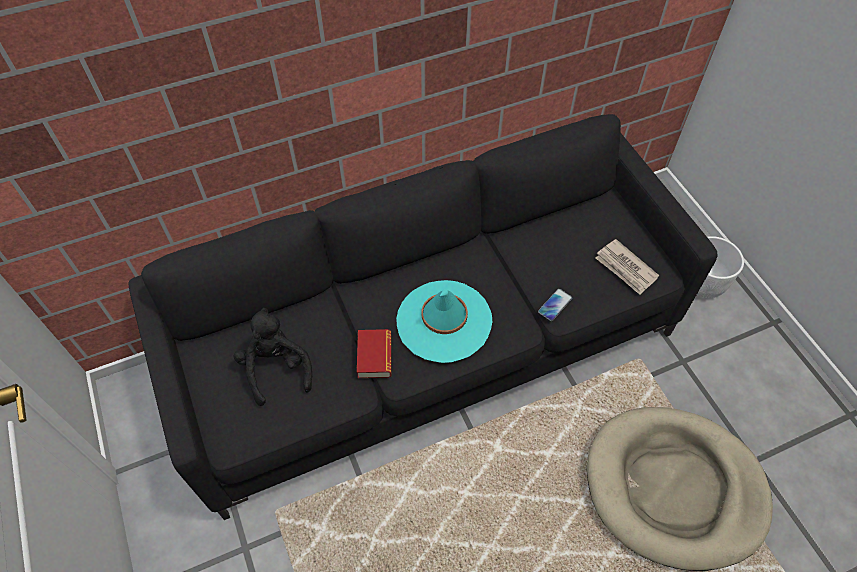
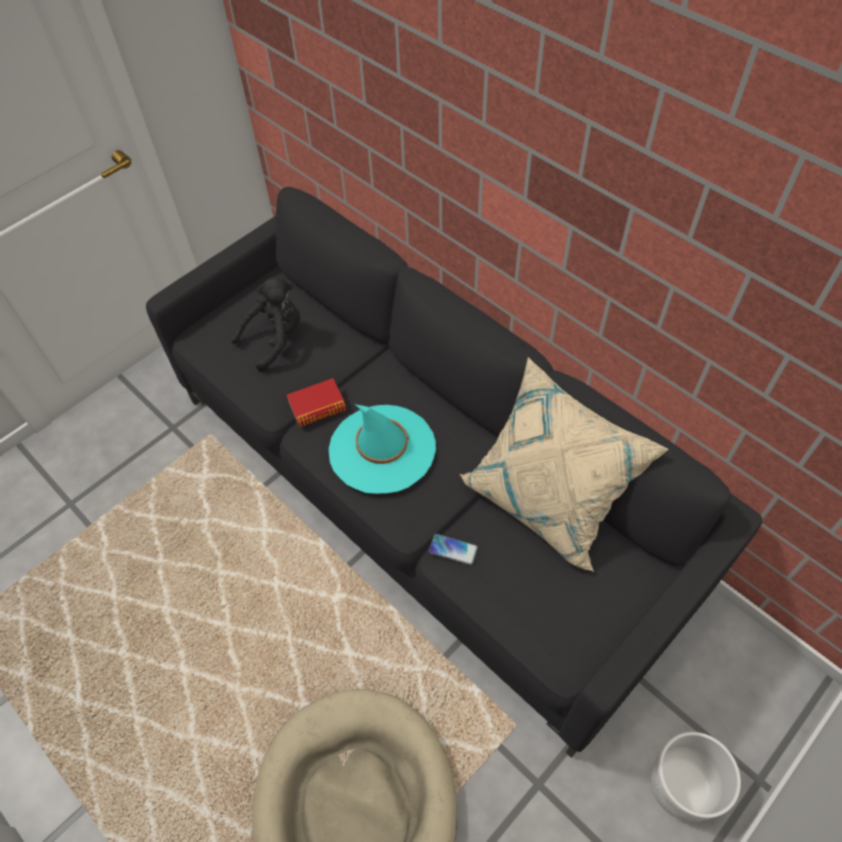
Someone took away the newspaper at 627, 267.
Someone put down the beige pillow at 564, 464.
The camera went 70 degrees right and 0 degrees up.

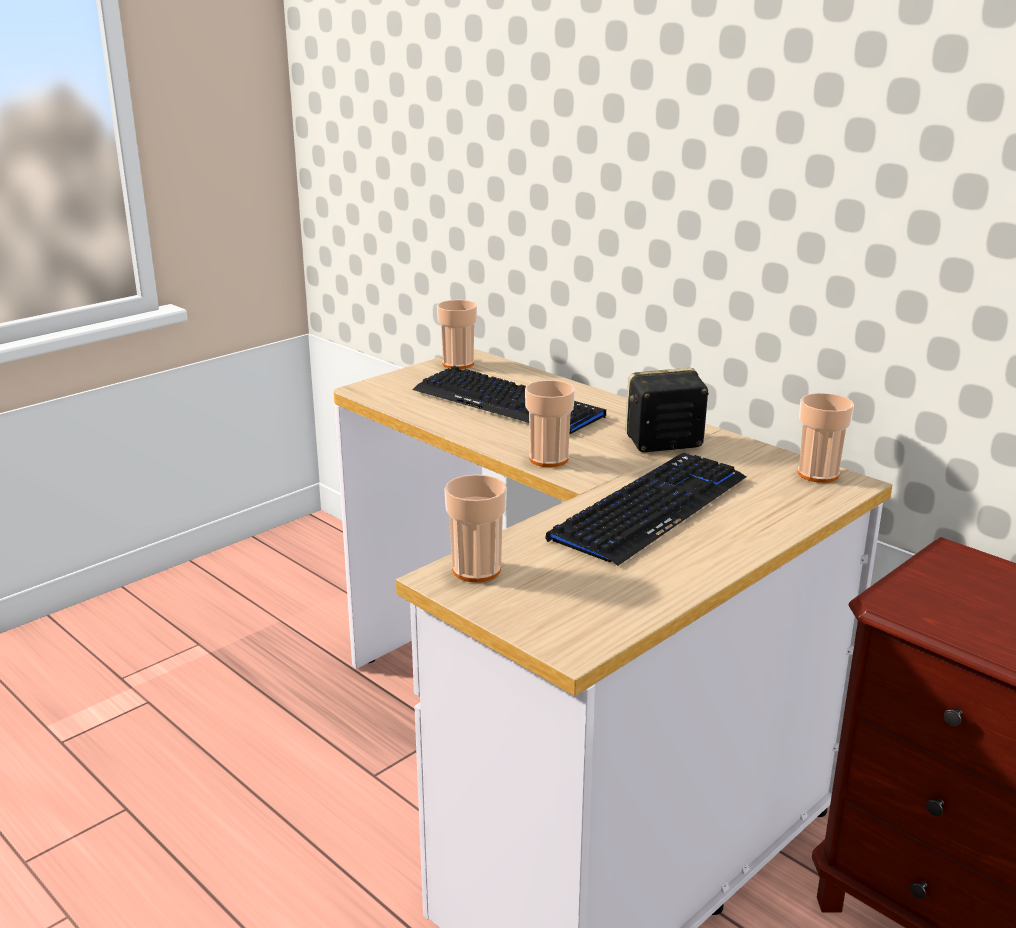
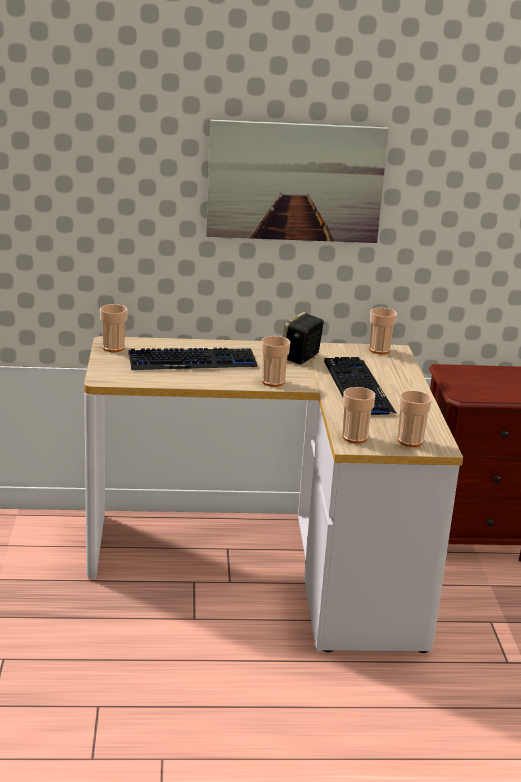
Someone put up the picture at 297, 181.
Someone put down the cup at 415, 419.
The camera went 50 degrees left and 0 degrees up.

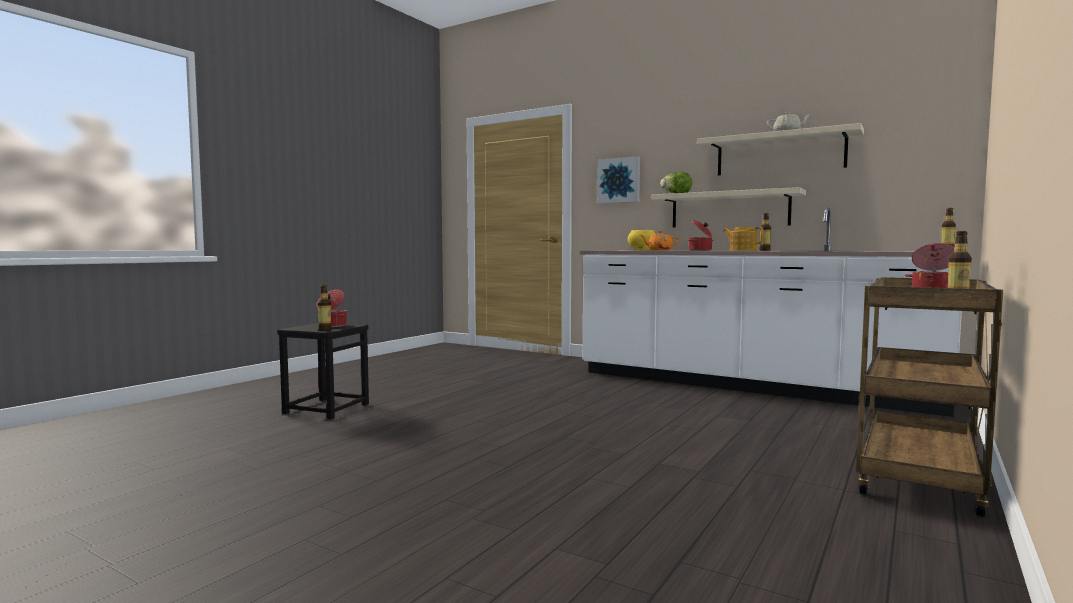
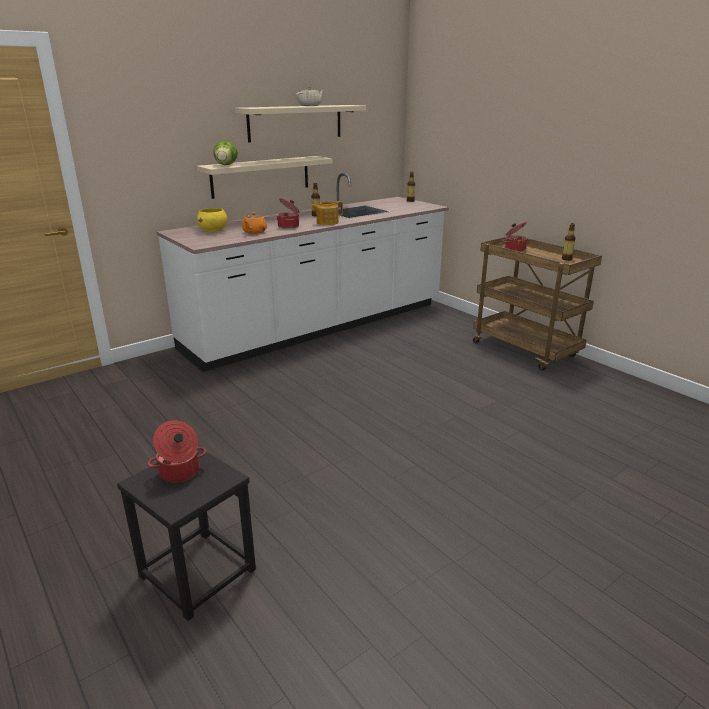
Someone took away the bottle at 325, 308.
Someone took away the picture at 618, 180.
The camera went 70 degrees left and 20 degrees up.

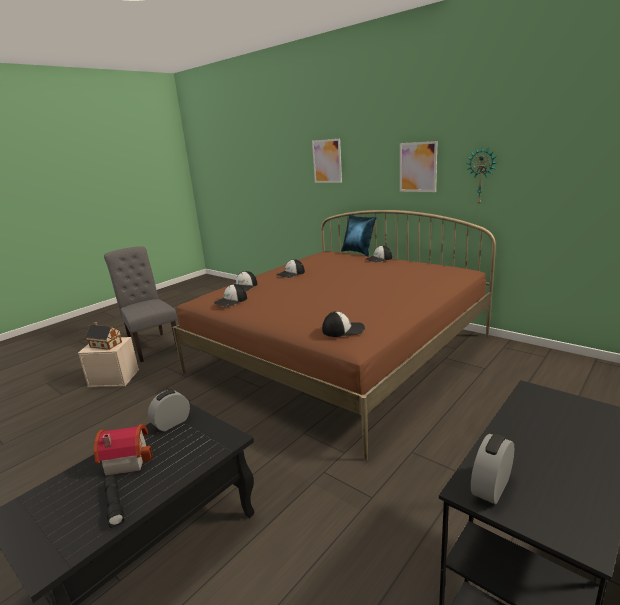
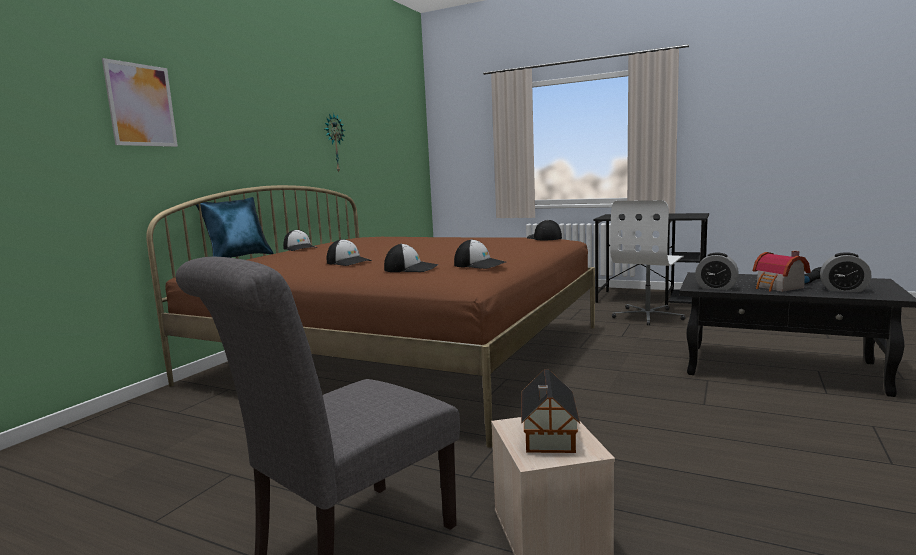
Someone took away the picture at 419, 166.
Someone carried the alarm clock from 492, 469 to 846, 272.
Someone put down the white office chair at 647, 262.
The camera went 105 degrees left and 10 degrees down.

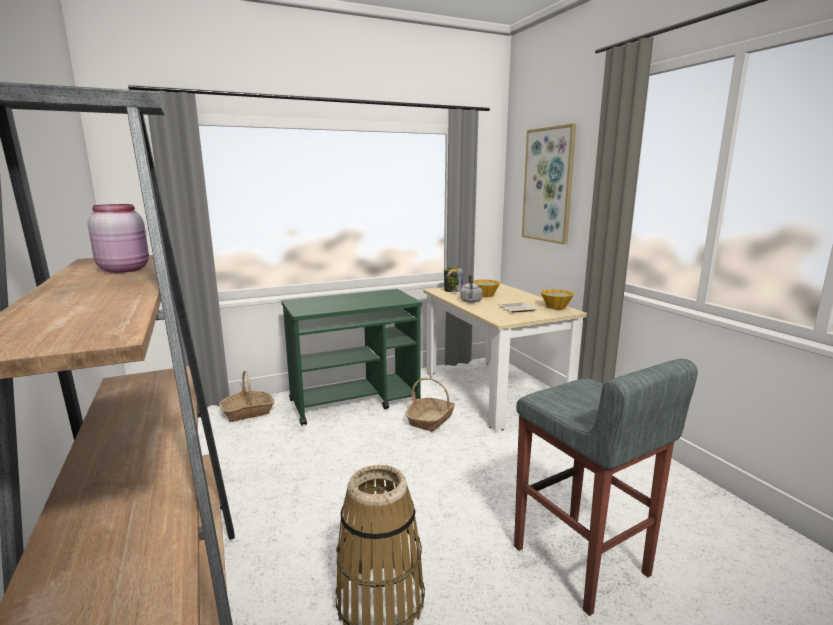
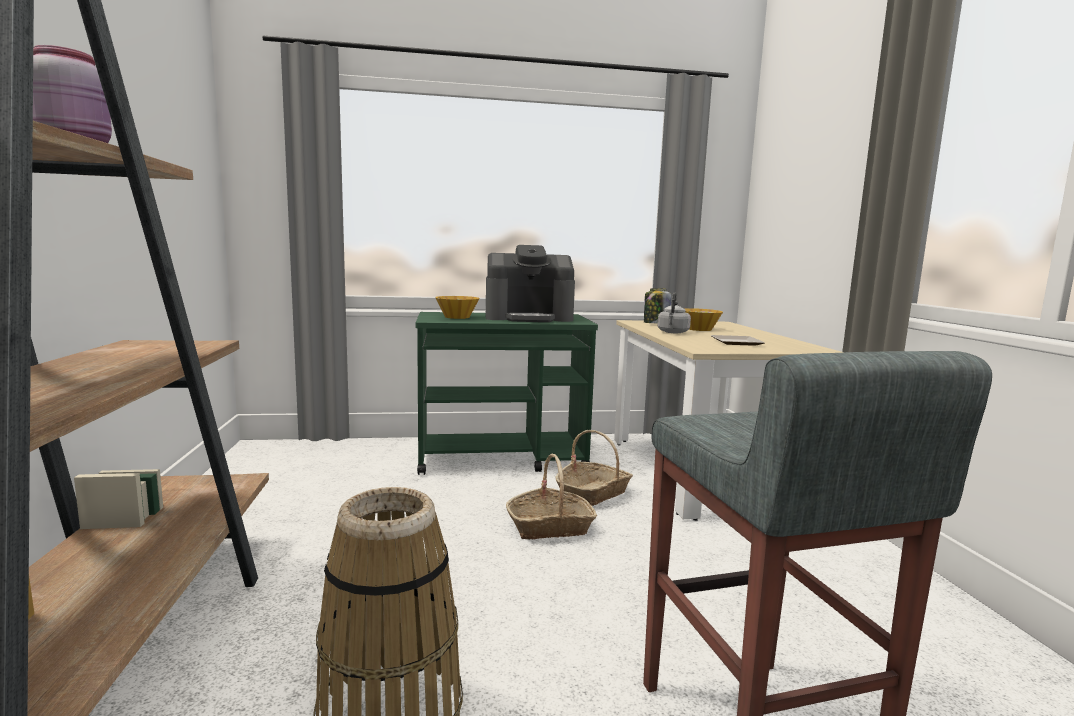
Someone carried the basket from 247, 396 to 551, 497.
Someone took away the picture at 549, 183.
Someone carried the bowl from 557, 299 to 457, 307.
Someone put down the coffee machine at 530, 283.
The camera went 15 degrees right and 5 degrees down.

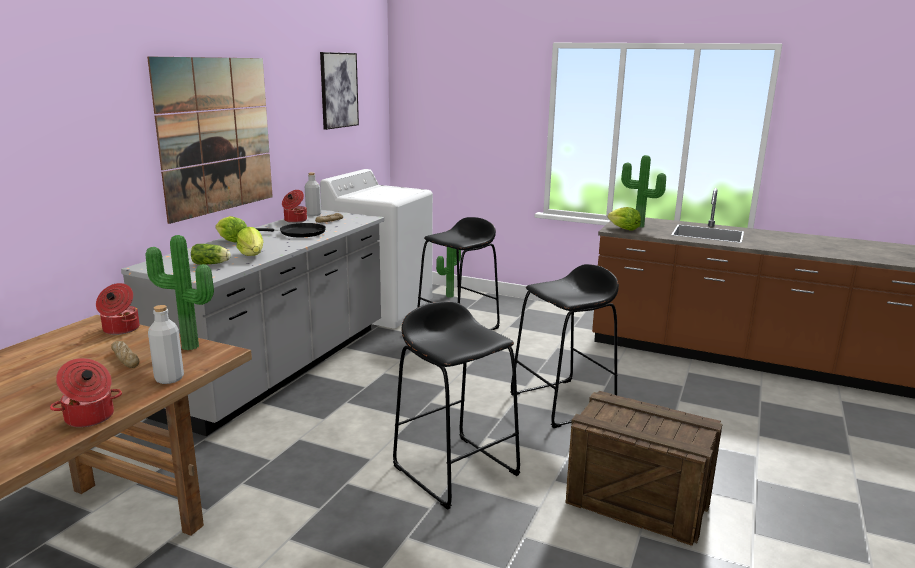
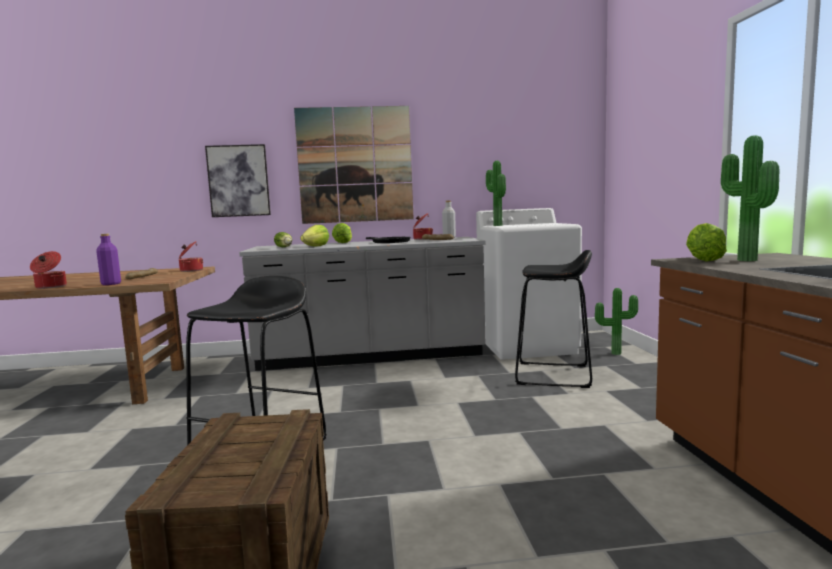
Someone carried the potted plant from 180, 292 to 496, 193.
Someone repainted the grey bottle at 166, 344, which became the purple bottle at 108, 259.
Someone carried the picture from 339, 91 to 238, 180.
Someone took away the black stool at 564, 346.
The camera went 60 degrees right and 10 degrees down.

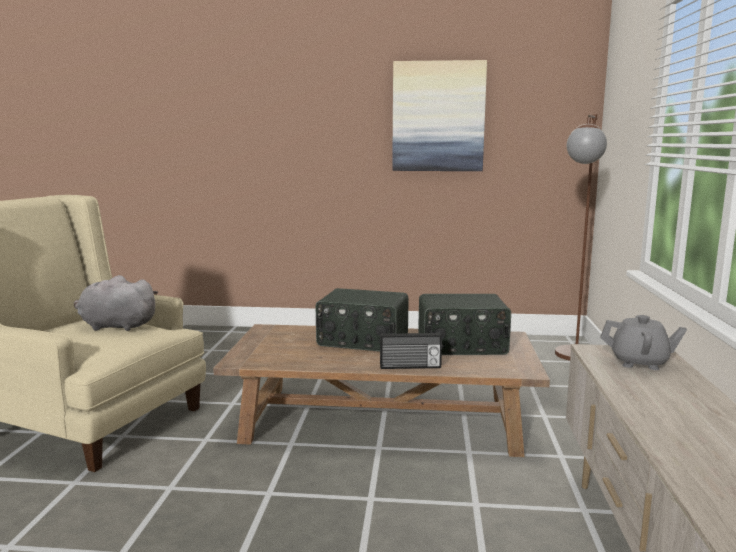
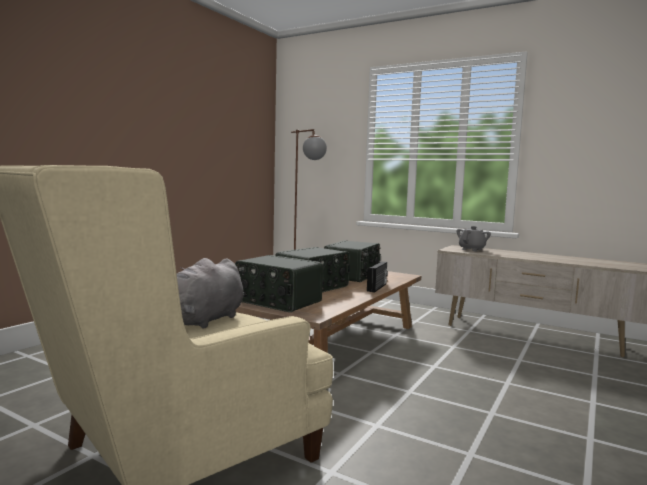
Someone took away the picture at 439, 115.
Someone put down the radio at 279, 283.
The camera went 65 degrees left and 5 degrees down.

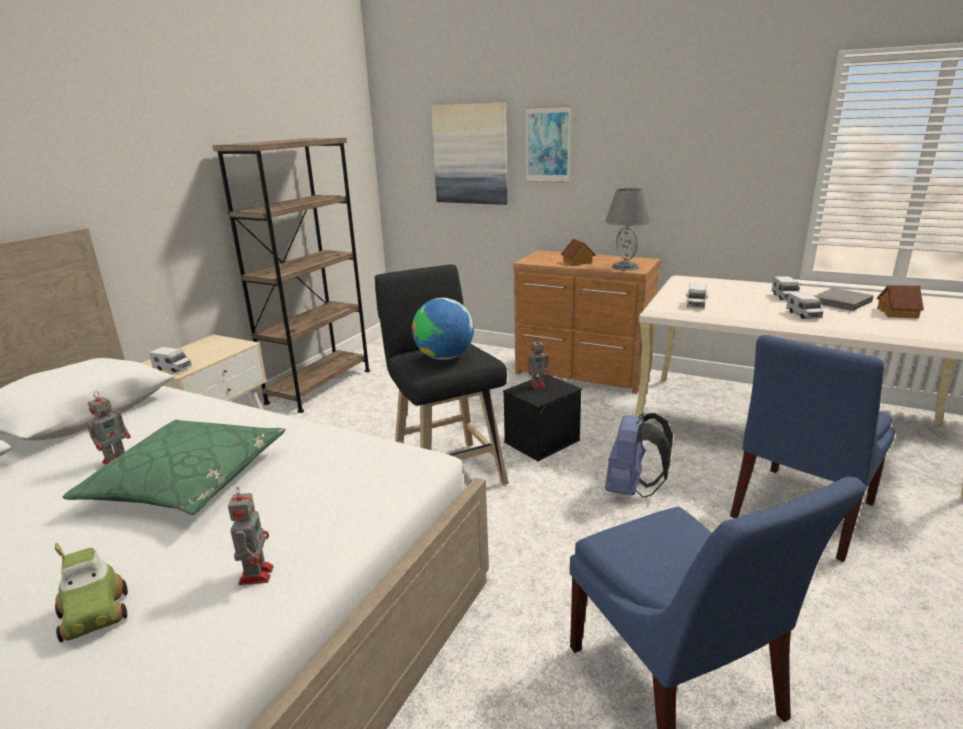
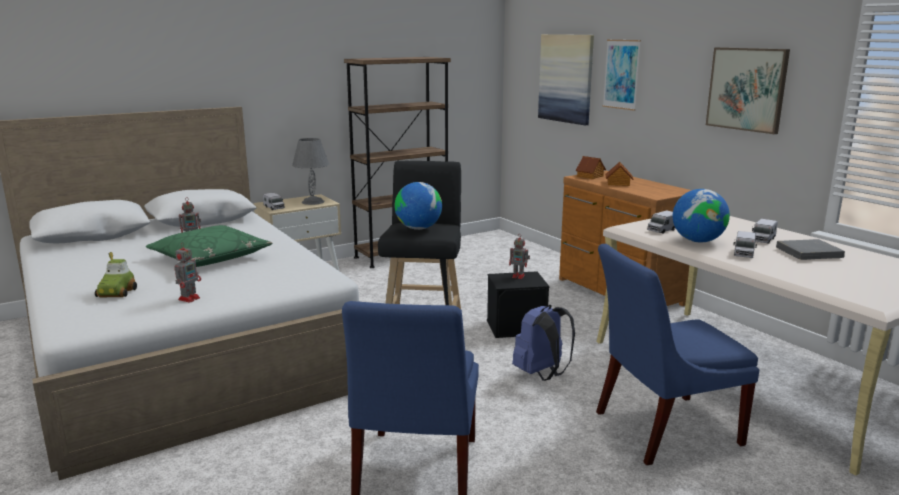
Someone carried the grey table lamp from 628, 229 to 310, 171.
Someone carried the toy house from 900, 301 to 591, 167.
Someone put down the globe at 701, 216.
Someone put up the picture at 748, 90.
The camera went 30 degrees right and 5 degrees down.

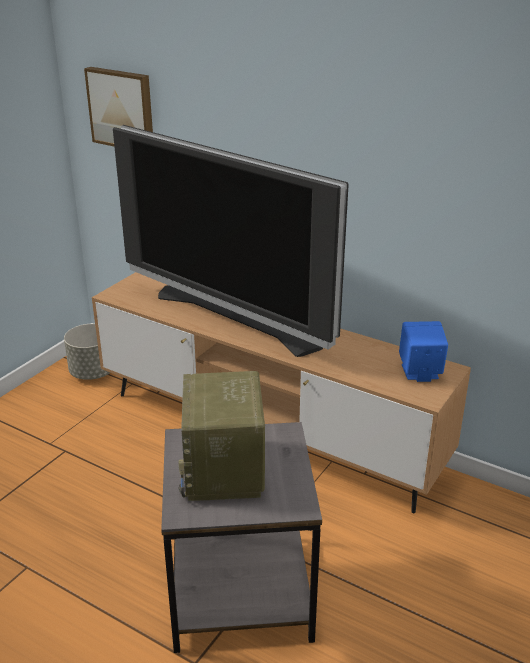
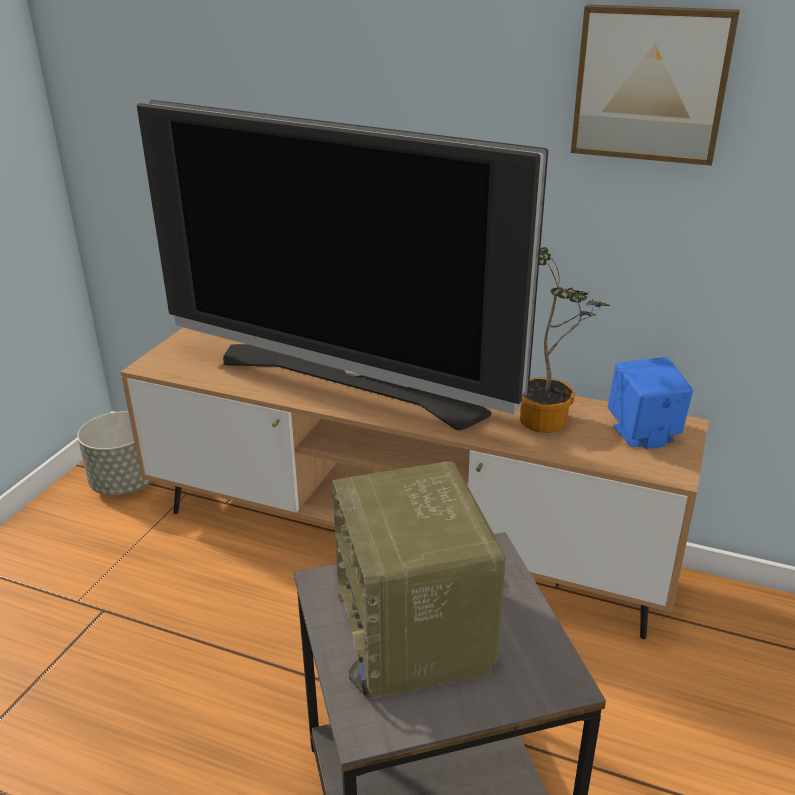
Someone carried the picture from 118, 106 to 655, 85.
Someone put down the potted plant at 565, 340.
The camera went 10 degrees left and 0 degrees up.

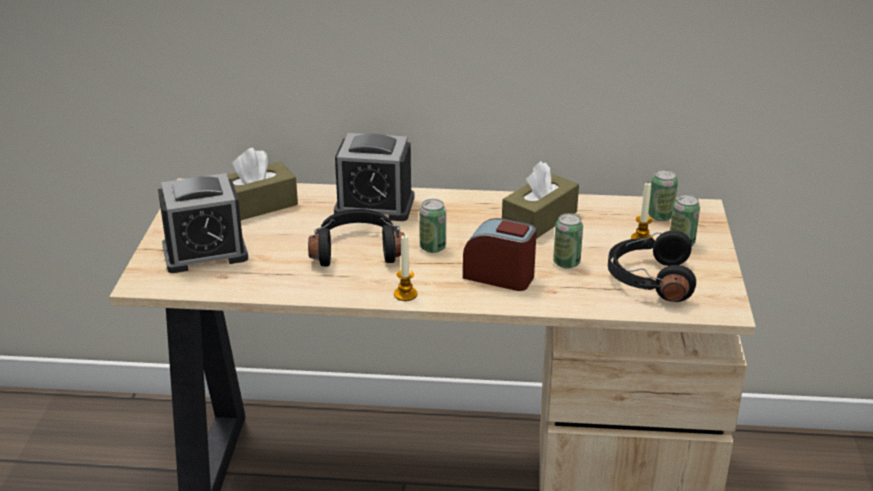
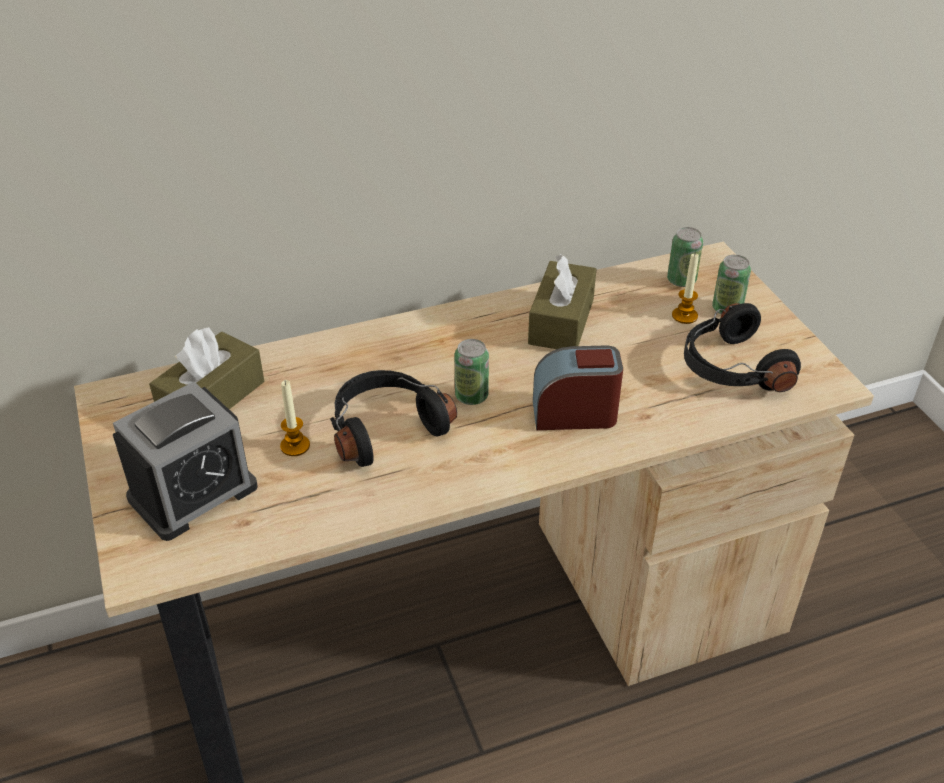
Someone took away the alarm clock at 374, 177.
Someone carried the candle from 406, 267 to 295, 418.
Someone took away the can at 568, 240.
The camera went 25 degrees left and 10 degrees up.

